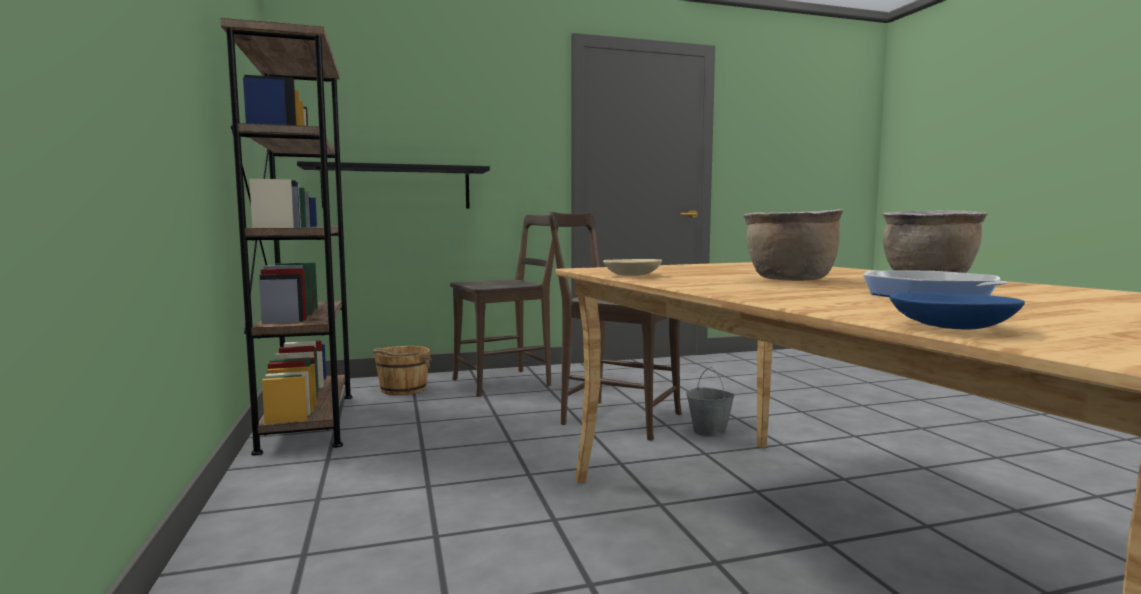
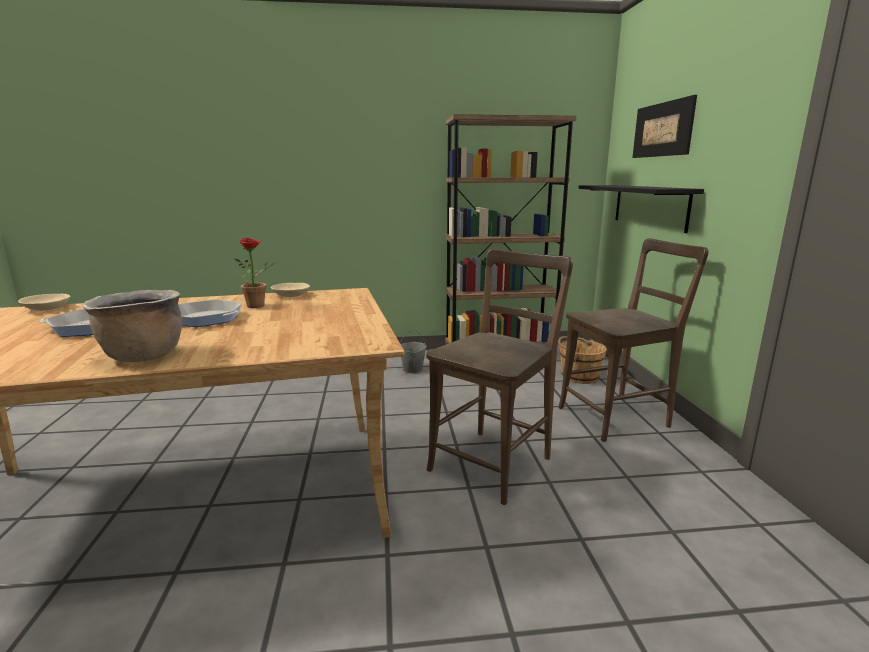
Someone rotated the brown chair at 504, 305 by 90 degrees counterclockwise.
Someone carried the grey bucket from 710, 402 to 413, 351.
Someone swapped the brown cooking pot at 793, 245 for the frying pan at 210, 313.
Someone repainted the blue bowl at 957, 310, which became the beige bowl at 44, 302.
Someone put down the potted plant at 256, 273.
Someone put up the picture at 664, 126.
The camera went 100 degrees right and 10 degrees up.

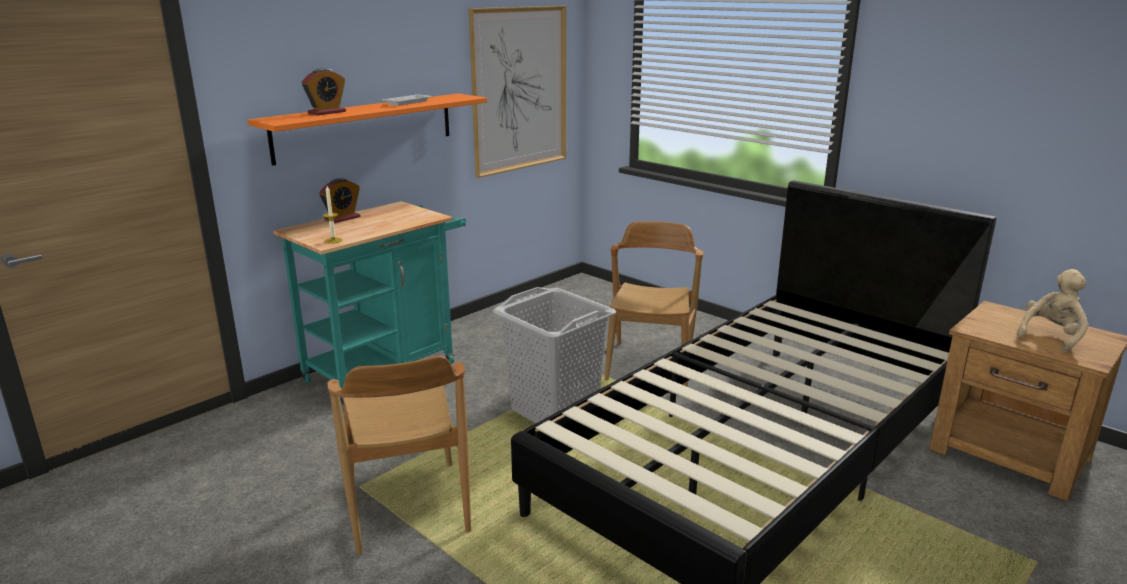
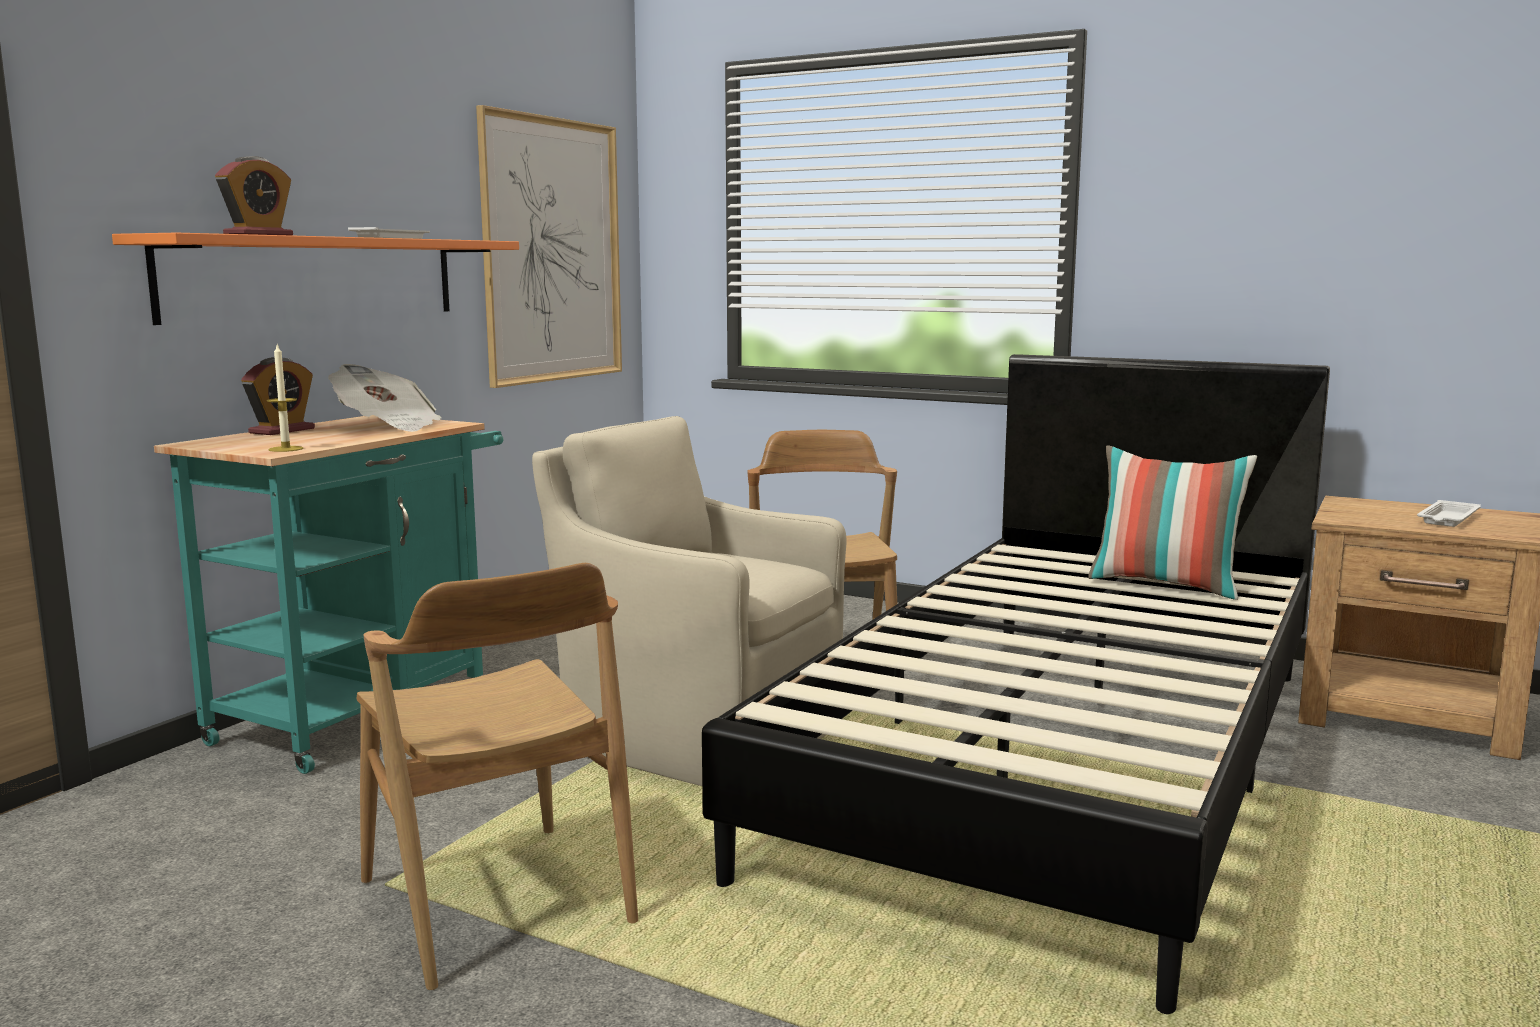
Someone swapped the grey laundry basket at 554, 355 for the beige armchair at 689, 601.
Someone swapped the beige plush toy at 1052, 311 for the white tray at 1449, 513.
Someone put down the newspaper at 384, 398.
Someone put down the pillow at 1172, 522.
The camera went 15 degrees left and 10 degrees down.

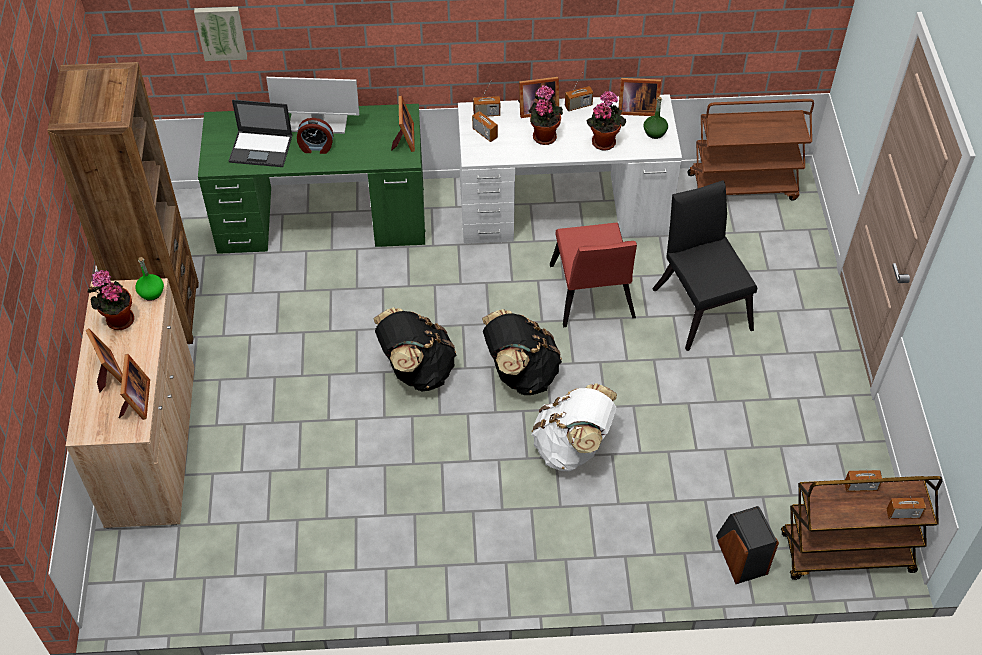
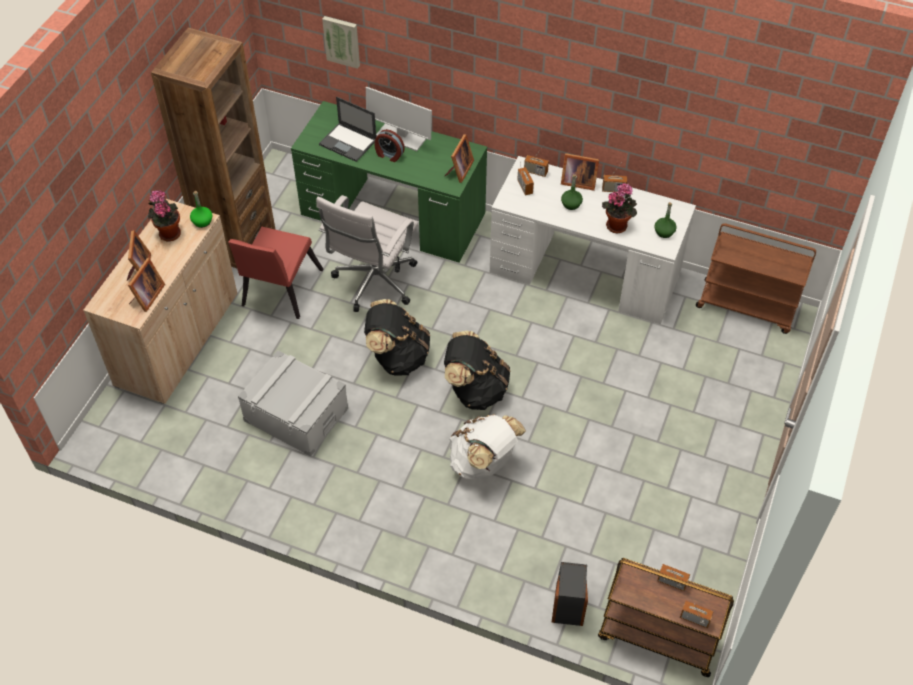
Someone swapped the potted plant at 545, 115 for the green bottle at 572, 192.
Someone carried the red chair from 593, 274 to 275, 273.
Someone took away the picture frame at 640, 97.
Someone took away the black chair at 704, 265.
Someone put down the grey storage box at 293, 403.
Someone put down the white office chair at 367, 253.
The camera went 25 degrees right and 0 degrees up.

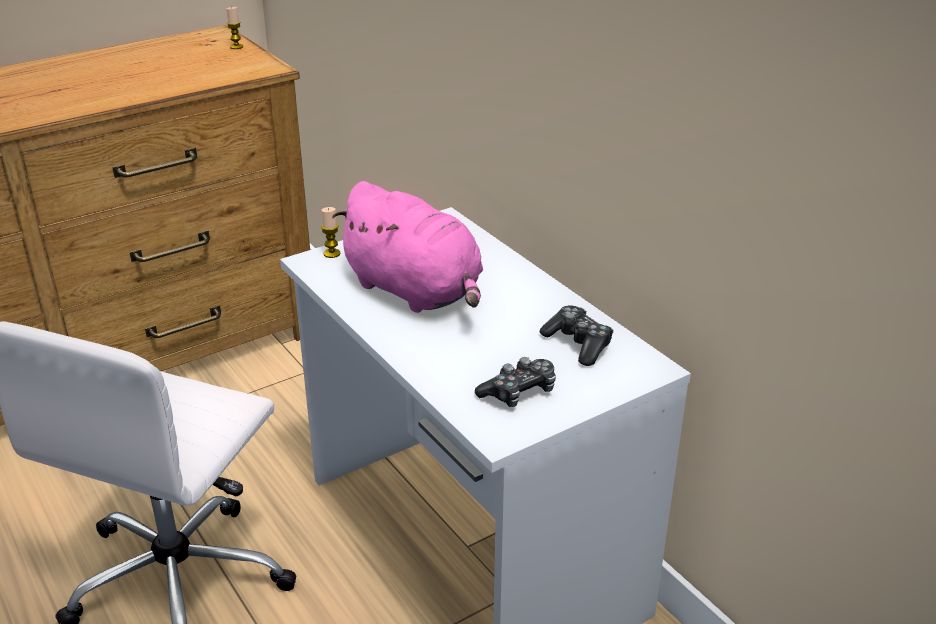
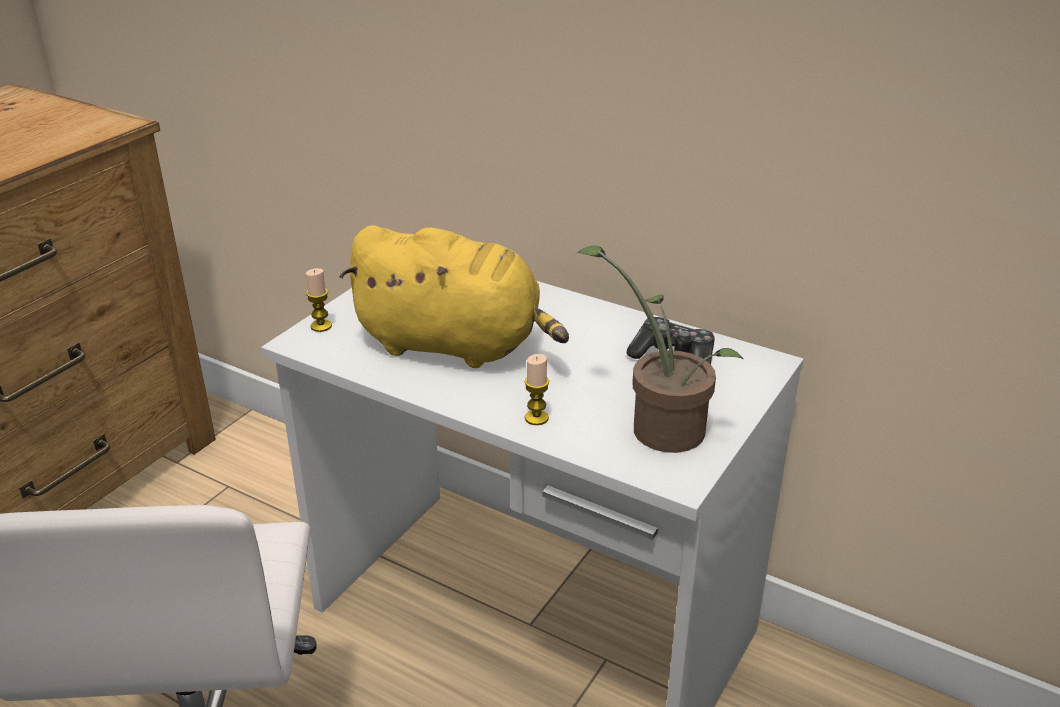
Someone carried the candle from 234, 28 to 536, 389.
Someone repainted the pink plush toy at 407, 247, which became the yellow plush toy at 454, 296.
Someone swapped the game controller at 515, 382 for the potted plant at 660, 349.
The camera went 25 degrees left and 0 degrees up.

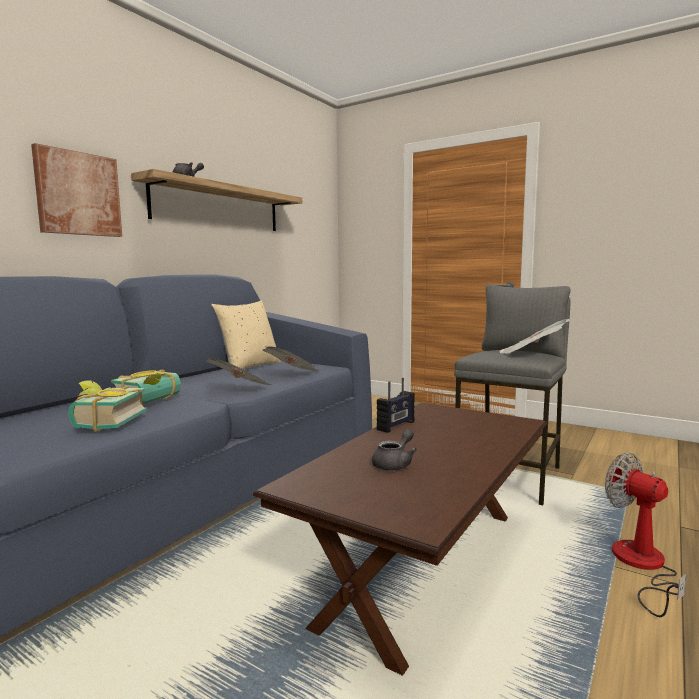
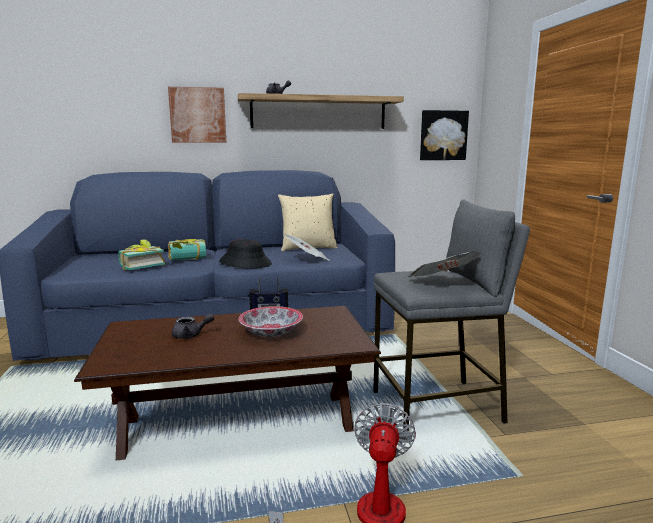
Someone swapped the newspaper at 239, 371 for the black hat at 245, 253.
Someone put down the bowl at 271, 321.
Someone put up the picture at 444, 135.
The camera went 45 degrees right and 5 degrees up.

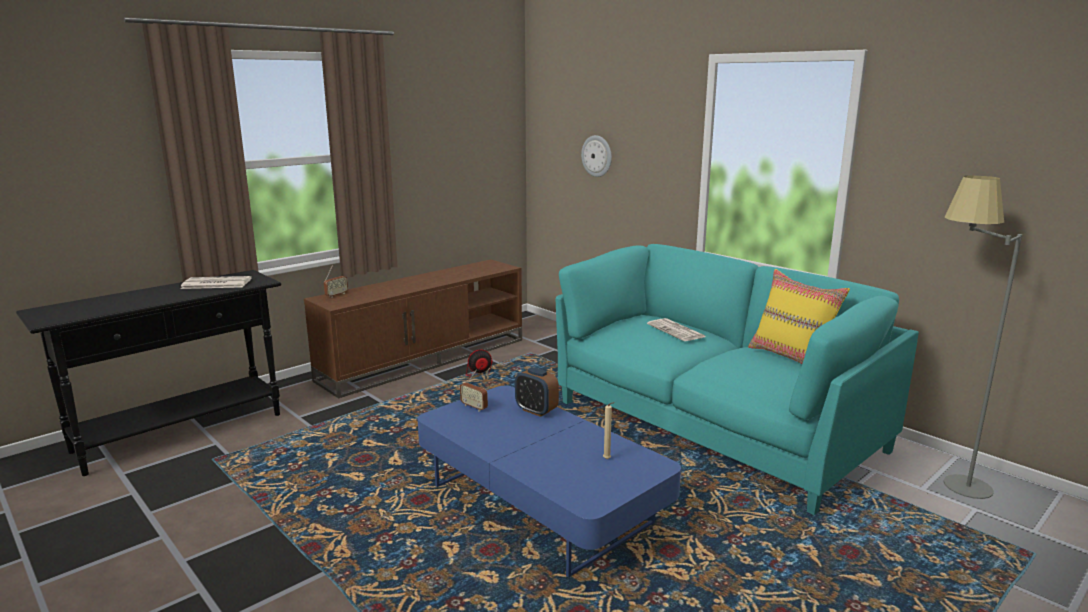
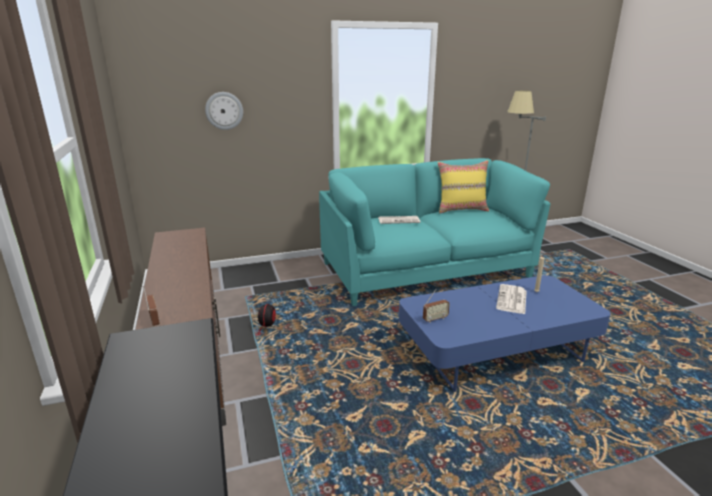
Someone carried the newspaper from 216, 282 to 511, 299.
Someone took away the alarm clock at 537, 392.
The camera went 65 degrees left and 5 degrees up.

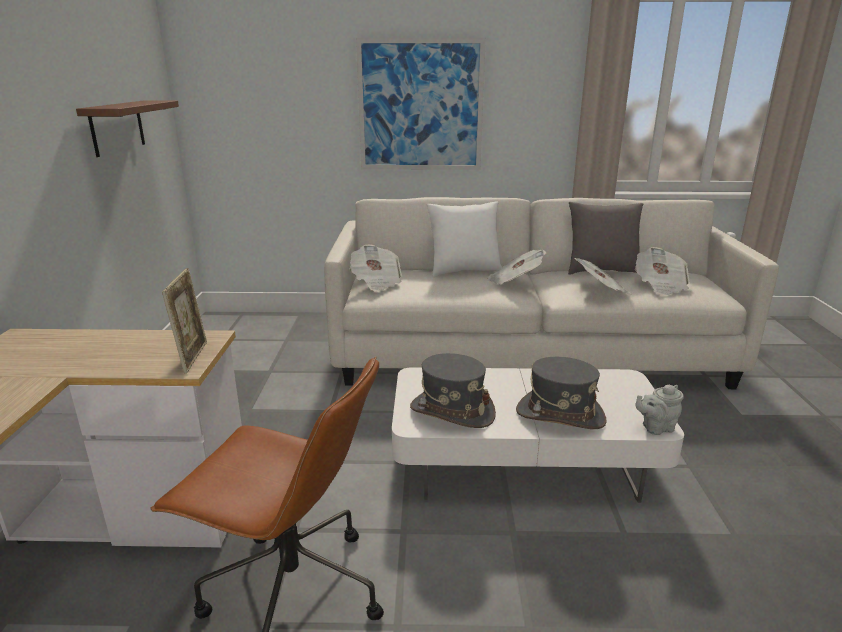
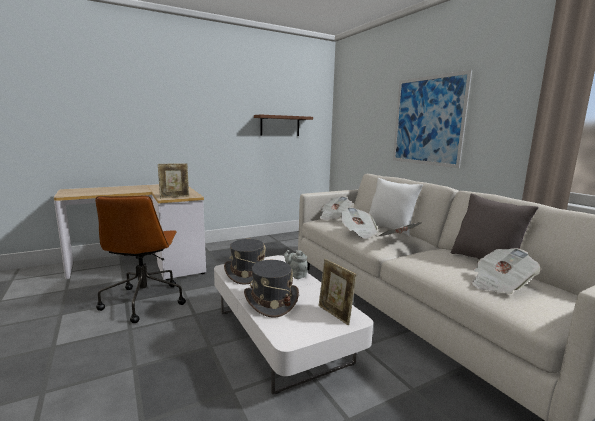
Someone carried the newspaper from 603, 276 to 360, 223.
Someone carried the grey teapot from 659, 410 to 296, 264.
Someone put down the picture frame at 338, 292.
The camera went 60 degrees right and 10 degrees down.

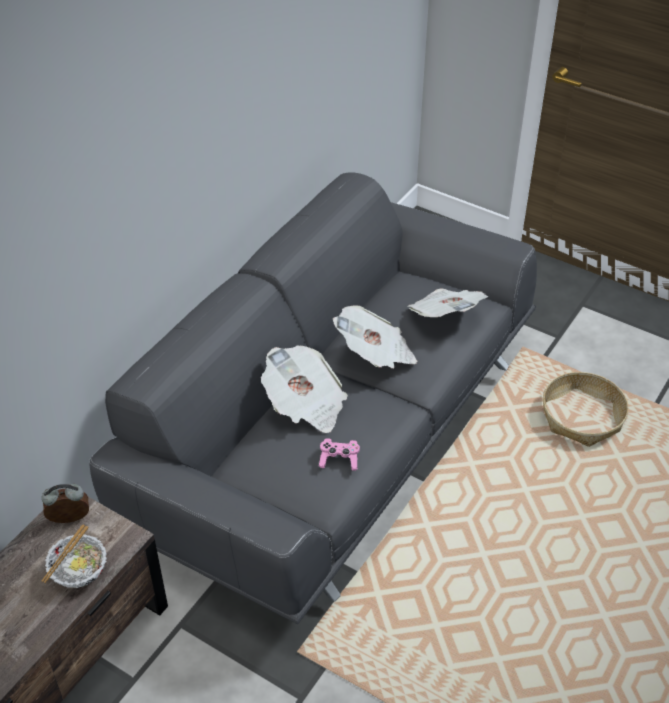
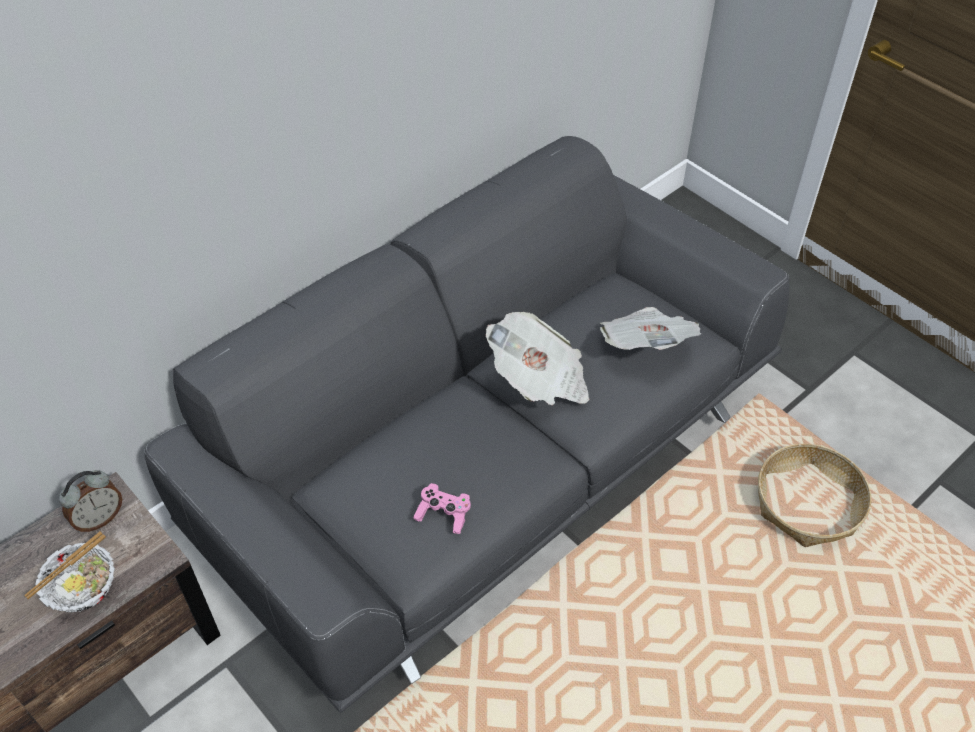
Someone rotated the alarm clock at 65, 503 by 135 degrees clockwise.
Someone took away the newspaper at 304, 389.
The camera went 15 degrees right and 5 degrees up.

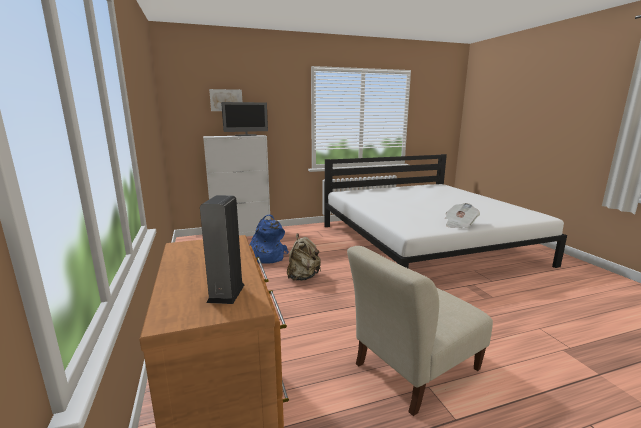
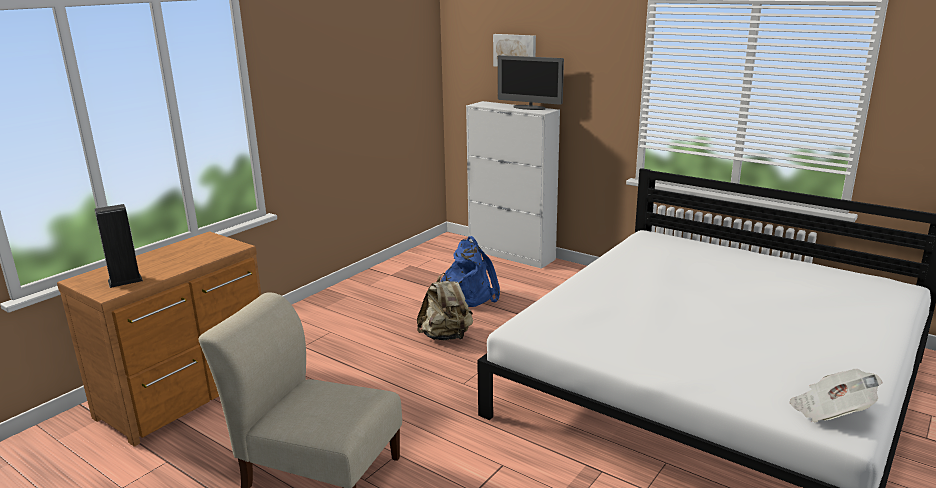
Someone carried the newspaper from 462, 215 to 836, 396.
The camera went 55 degrees right and 5 degrees up.

